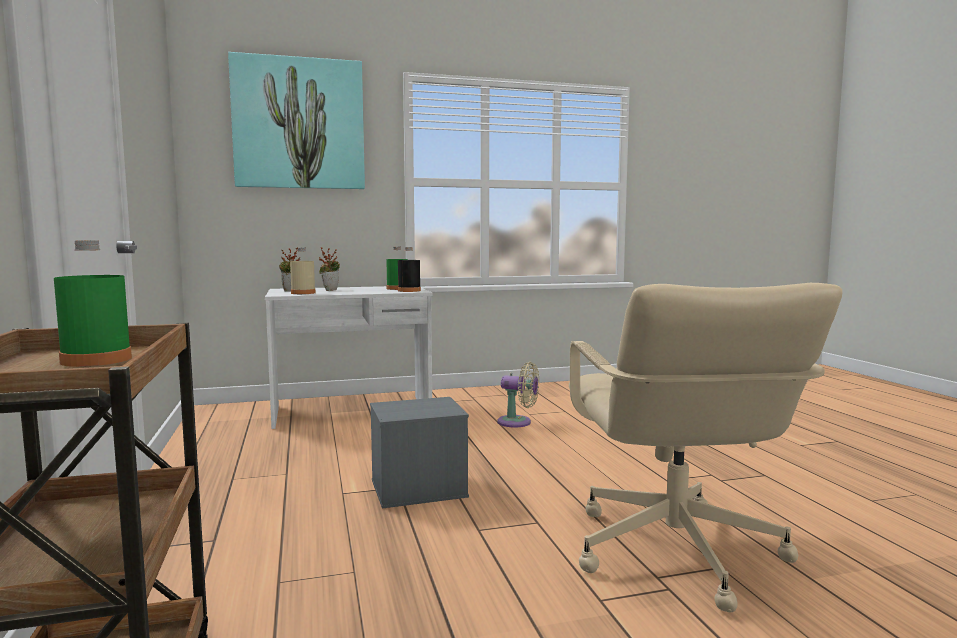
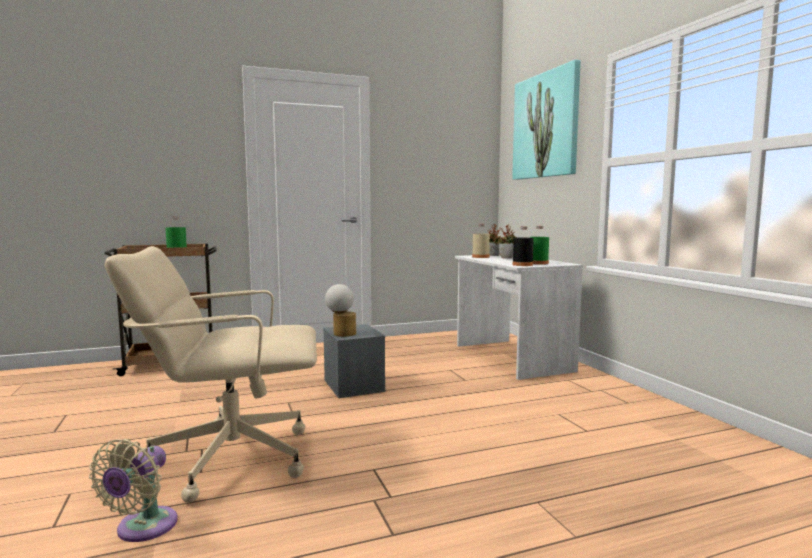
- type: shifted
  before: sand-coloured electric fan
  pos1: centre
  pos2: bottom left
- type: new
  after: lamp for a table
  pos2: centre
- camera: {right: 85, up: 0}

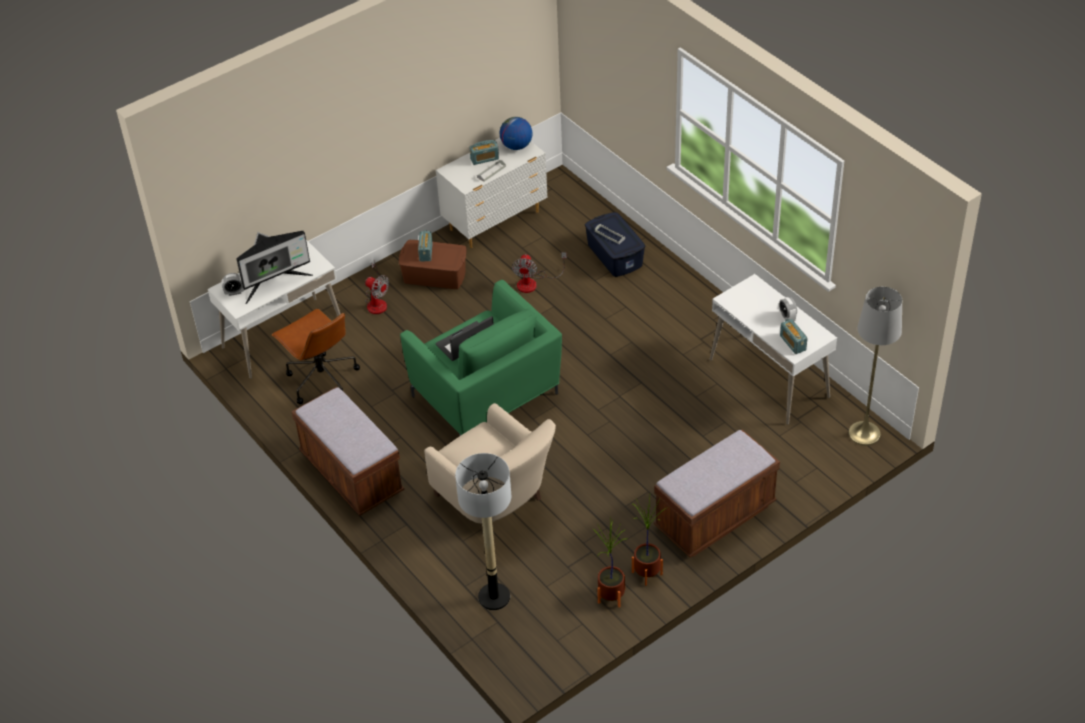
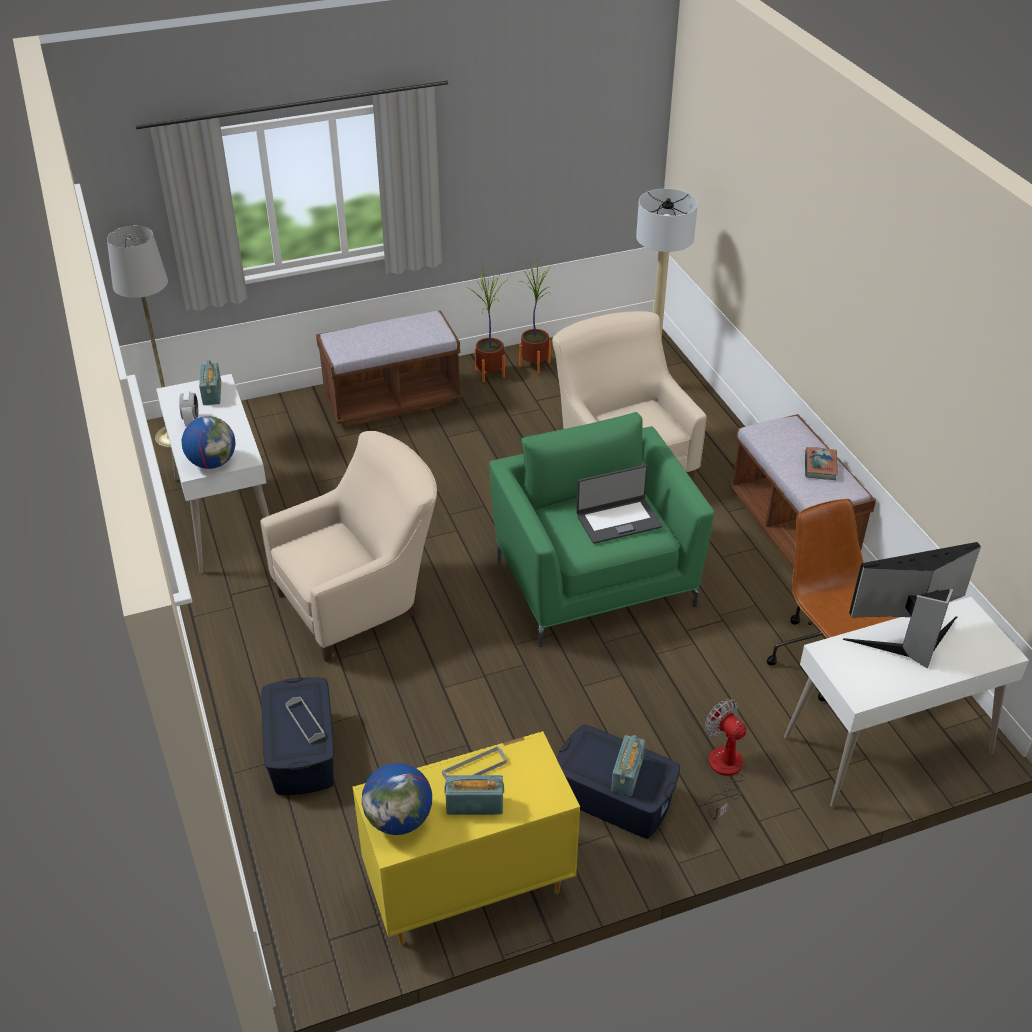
- type: new
  after: globe (no. 1 from left)
  pos2: middle left
- type: new
  after: sand-coloured easy chair (no. 1 from left)
  pos2: centre
- type: repainted
  before: white-coloured drawer chest
  after: yellow drawer chest
  pos1: top centre
  pos2: bottom centre
- type: repainted
  before: brownish storage container
  after: blue-coloured storage container (no. 2 from left)
  pos1: centre
  pos2: bottom centre
- type: new
  after: bound book
  pos2: middle right
- type: gone
  before: alarm clock (no. 1 from left)
  pos1: middle left
- type: gone
  before: electric fan (no. 2 from left)
  pos1: centre
- camera: {right: -165, up: -5}

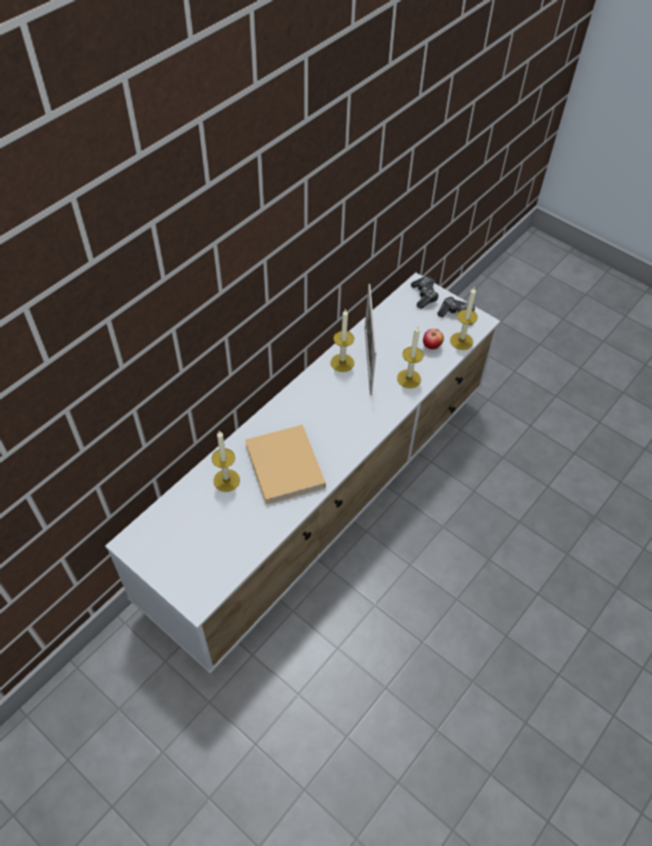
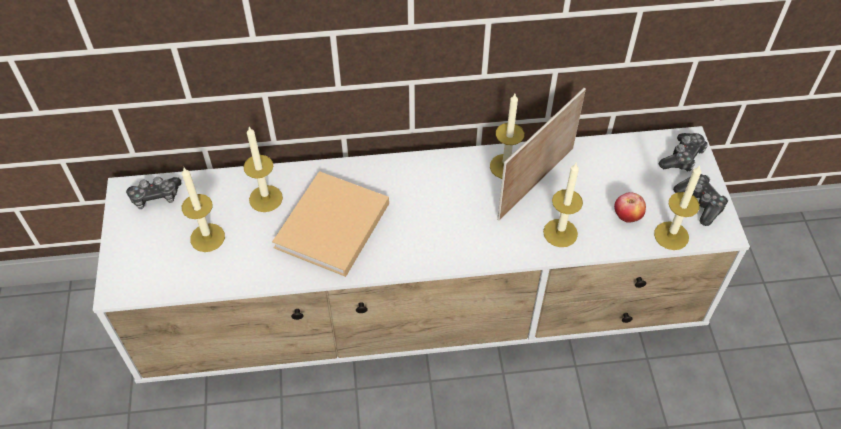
- type: new
  after: game controller (no. 1 from left)
  pos2: middle left
- type: new
  after: wax candle (no. 1 from left)
  pos2: middle left
- camera: {right: 45, up: 0}

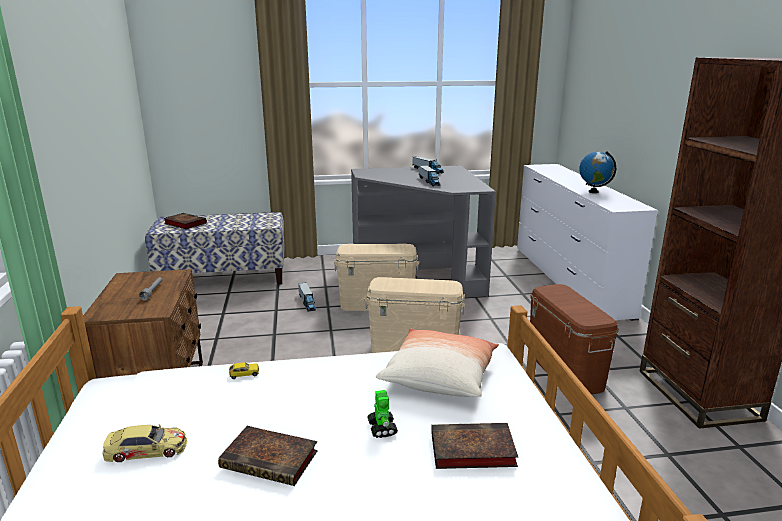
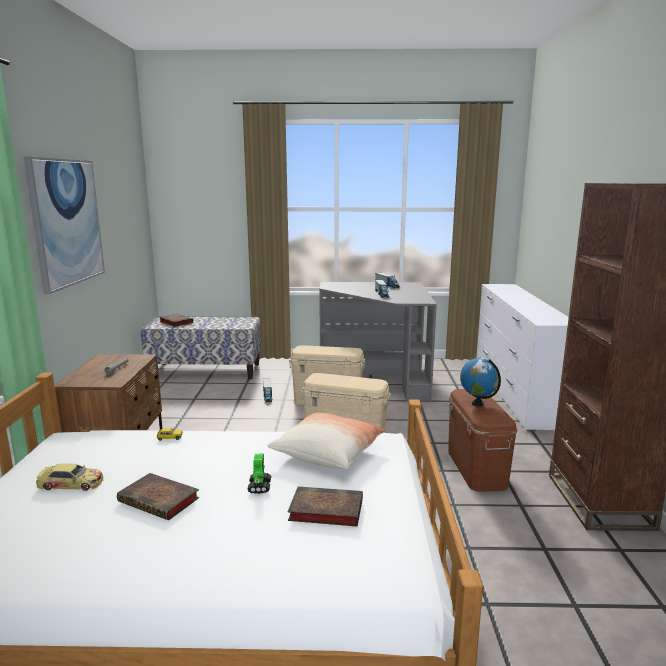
- type: new
  after: wall art
  pos2: middle left
- type: shifted
  before: globe
  pos1: top right
  pos2: middle right
- camera: {right: 10, up: -5}

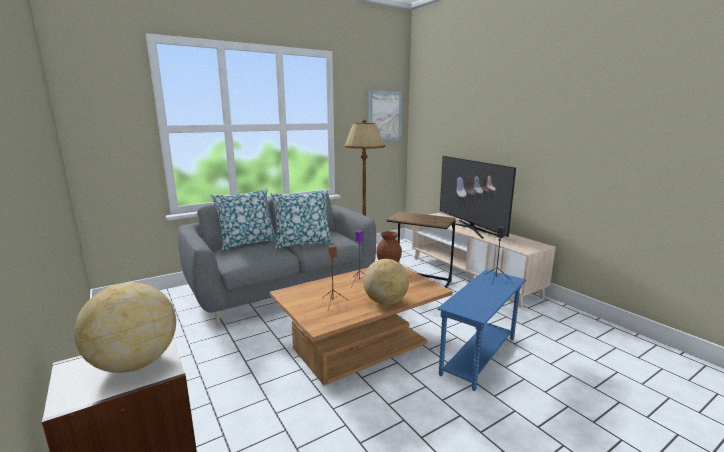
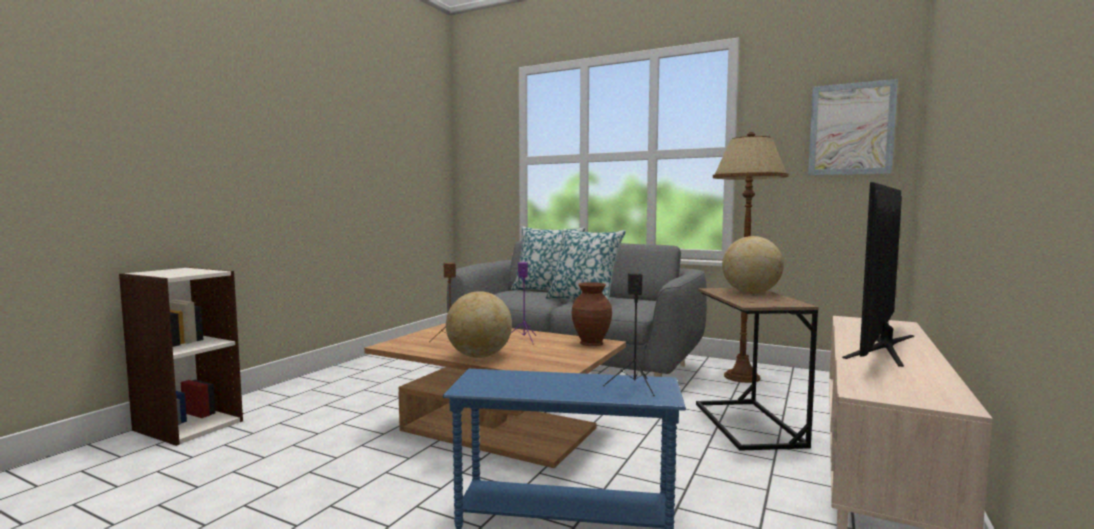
- type: shifted
  before: globe (no. 1 from left in the first image)
  after: globe (no. 2 from left)
  pos1: bottom left
  pos2: middle right
- camera: {right: 60, up: -10}

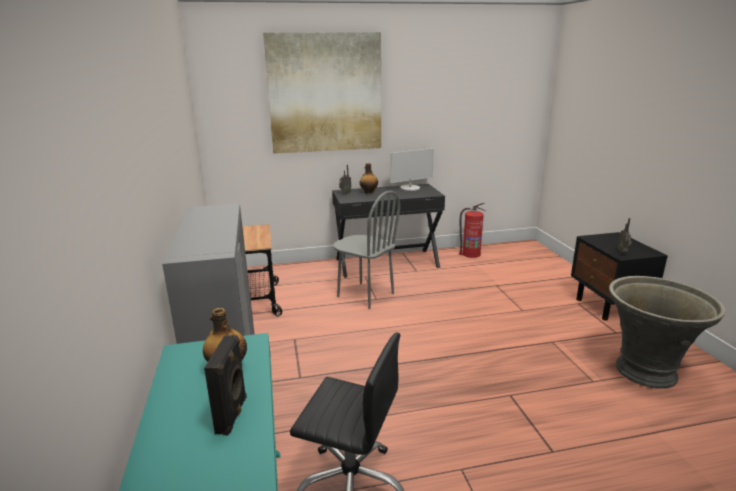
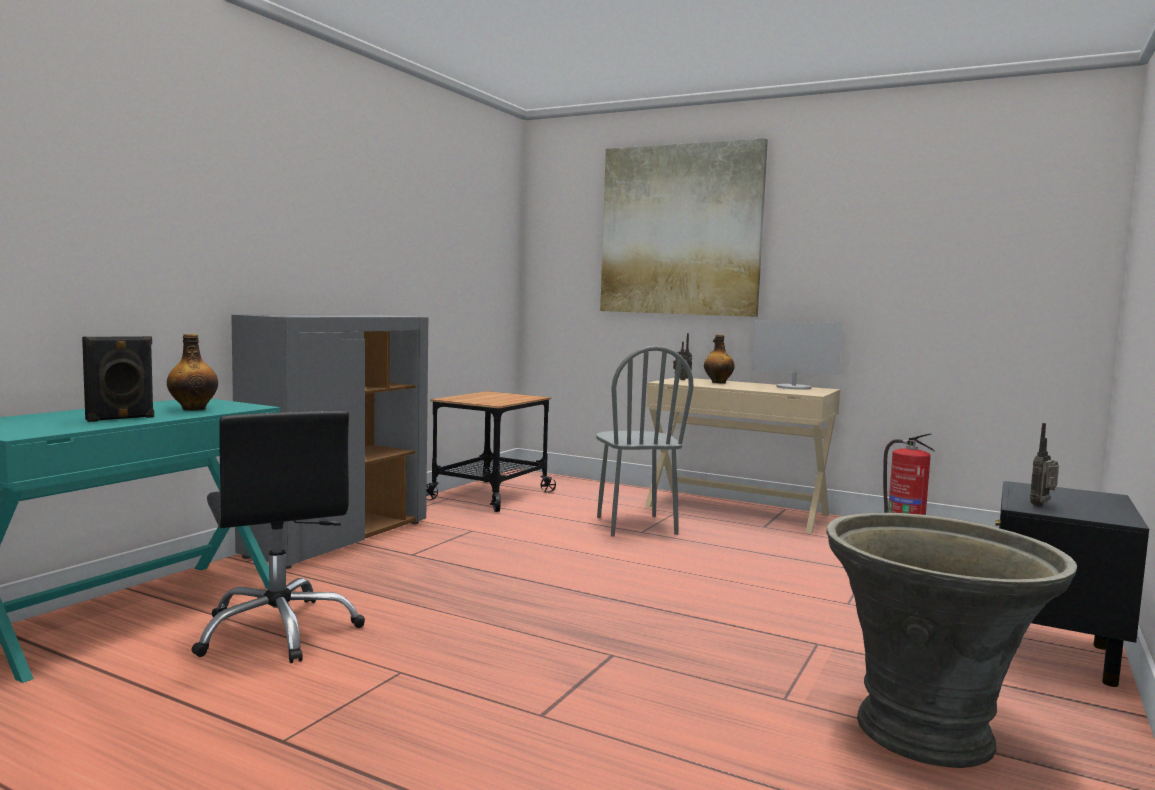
- type: repainted
  before: black desk
  after: sand-coloured desk
  pos1: centre
  pos2: centre
- camera: {right: 40, up: -15}

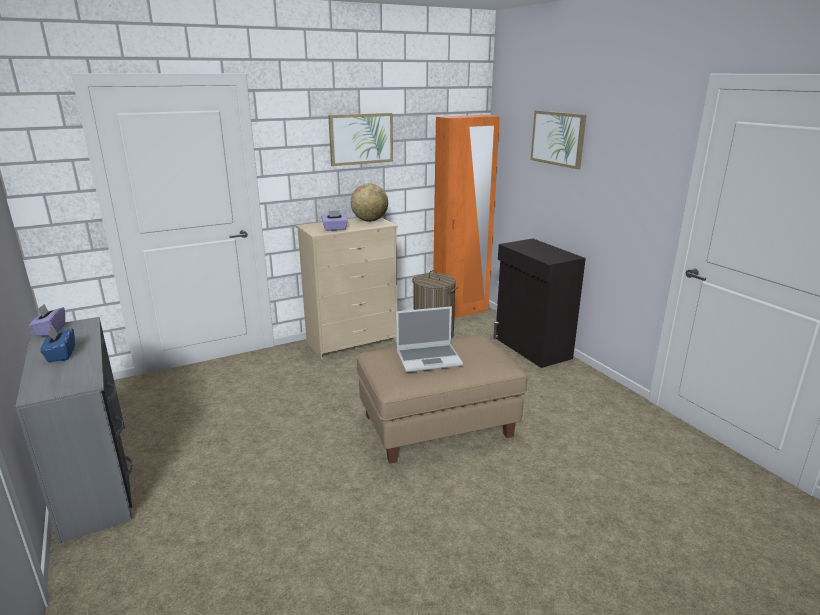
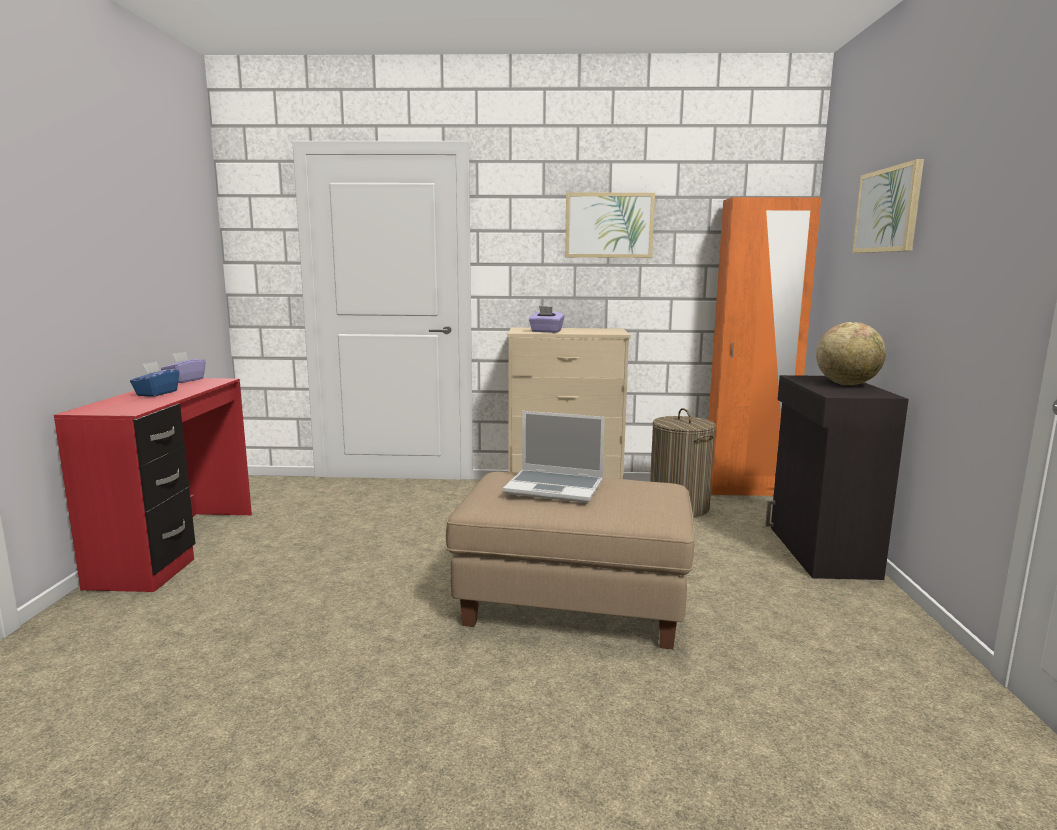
- type: repainted
  before: grey desk
  after: red-coloured desk
  pos1: bottom left
  pos2: middle left
- type: shifted
  before: globe
  pos1: top centre
  pos2: middle right
- camera: {right: 30, up: -10}

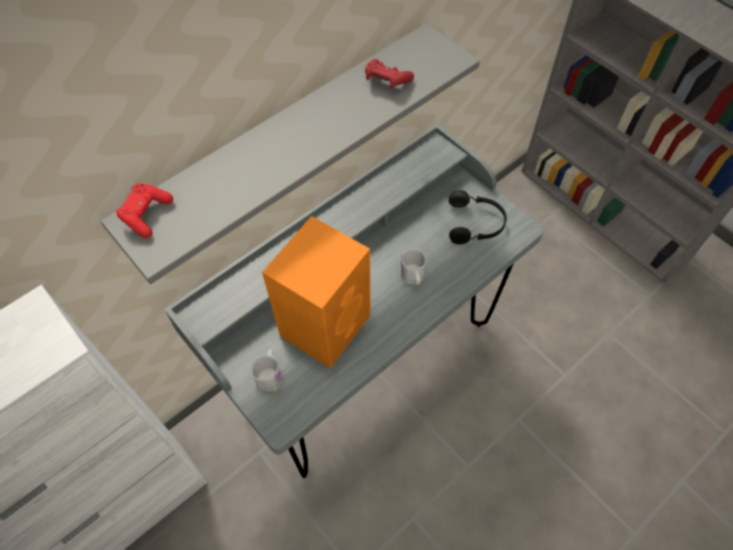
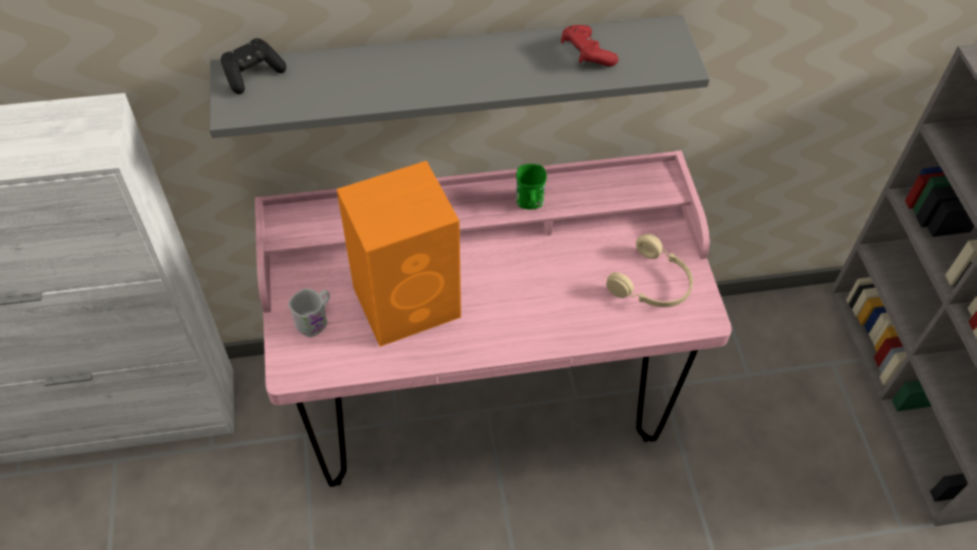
- type: repainted
  before: red-coloured game controller (no. 1 from left)
  after: black game controller
  pos1: middle left
  pos2: top left
- type: repainted
  before: grey desk
  after: pink-coloured desk
  pos1: centre
  pos2: centre
- type: new
  after: greenish coffee mug
  pos2: centre
- type: repainted
  before: black headphones
  after: sand-coloured headphones
  pos1: centre
  pos2: centre
- type: gone
  before: white-coloured coffee mug (no. 2 from left)
  pos1: centre
- camera: {right: 30, up: -5}

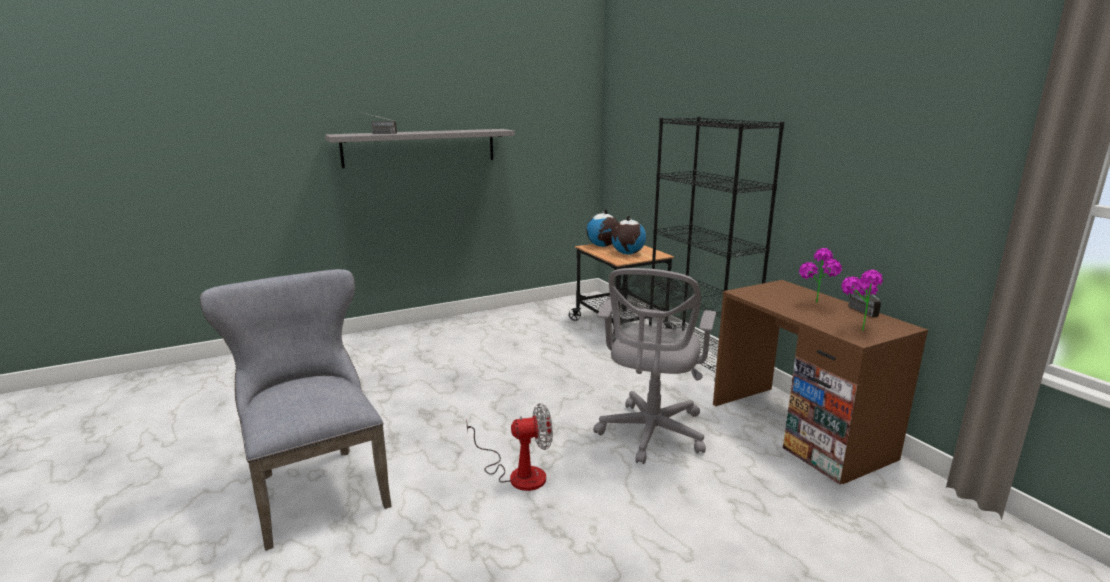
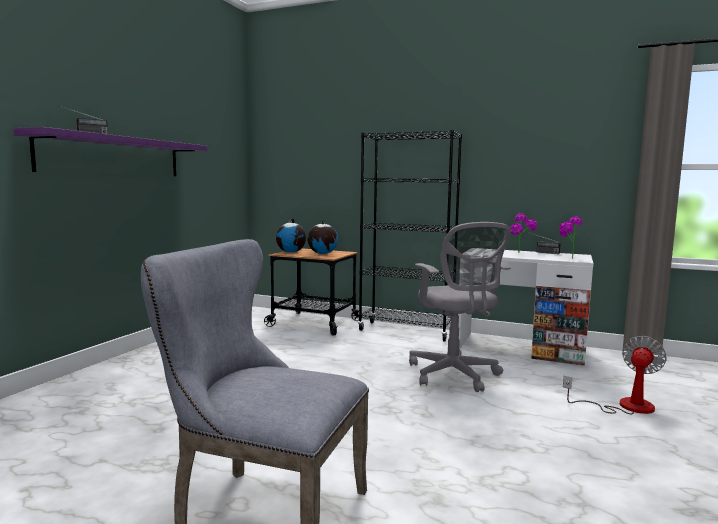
- type: repainted
  before: grey bracket shelf
  after: purple-coloured bracket shelf
  pos1: top centre
  pos2: top left
- type: repainted
  before: brownish desk
  after: white-coloured desk
  pos1: middle right
  pos2: middle right
- type: shifted
  before: electric fan
  pos1: bottom centre
  pos2: bottom right
- camera: {right: -40, up: -10}

